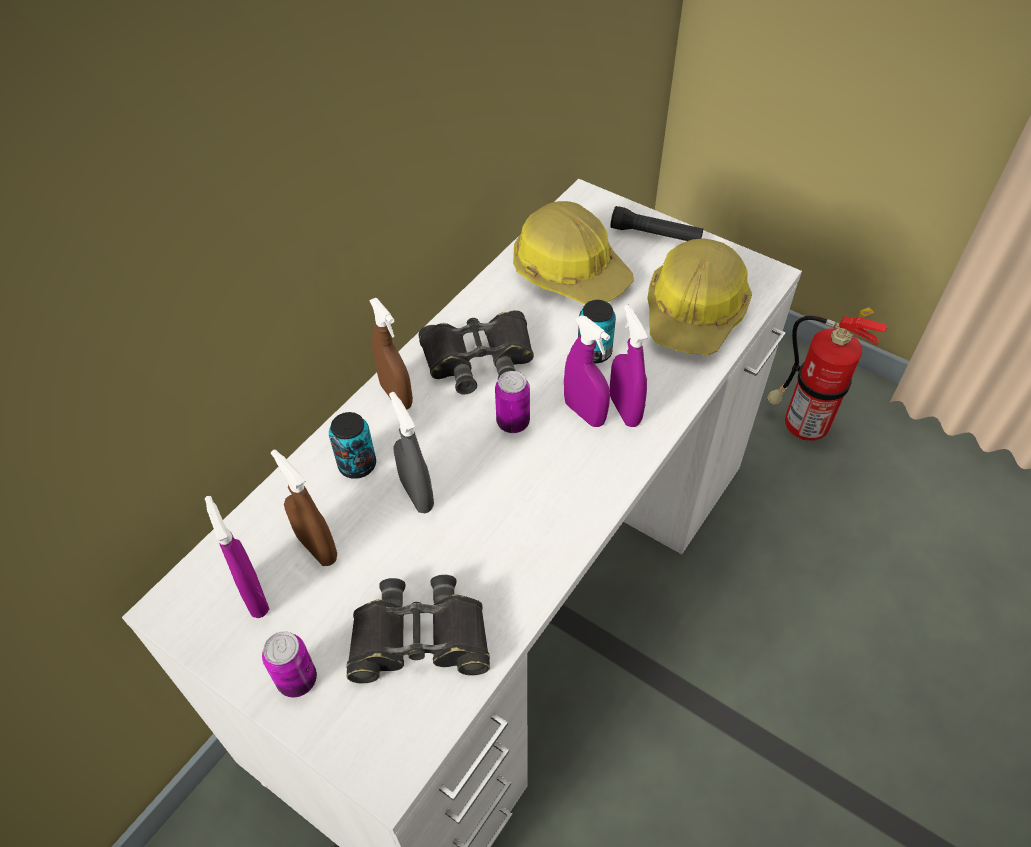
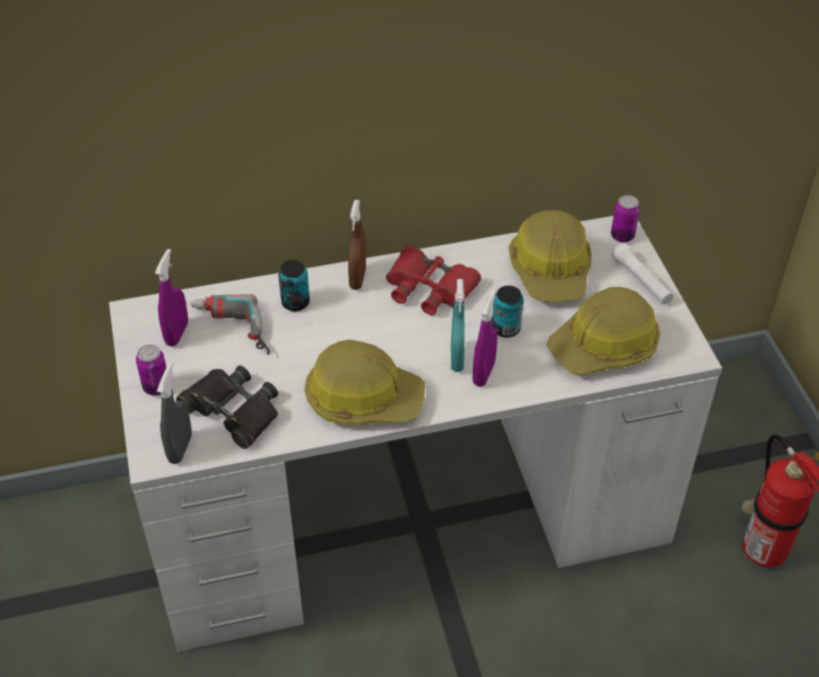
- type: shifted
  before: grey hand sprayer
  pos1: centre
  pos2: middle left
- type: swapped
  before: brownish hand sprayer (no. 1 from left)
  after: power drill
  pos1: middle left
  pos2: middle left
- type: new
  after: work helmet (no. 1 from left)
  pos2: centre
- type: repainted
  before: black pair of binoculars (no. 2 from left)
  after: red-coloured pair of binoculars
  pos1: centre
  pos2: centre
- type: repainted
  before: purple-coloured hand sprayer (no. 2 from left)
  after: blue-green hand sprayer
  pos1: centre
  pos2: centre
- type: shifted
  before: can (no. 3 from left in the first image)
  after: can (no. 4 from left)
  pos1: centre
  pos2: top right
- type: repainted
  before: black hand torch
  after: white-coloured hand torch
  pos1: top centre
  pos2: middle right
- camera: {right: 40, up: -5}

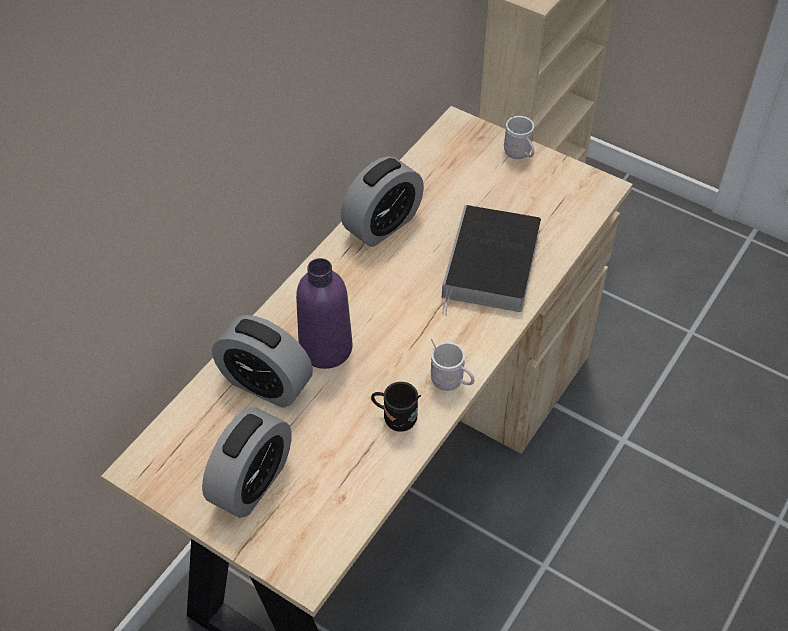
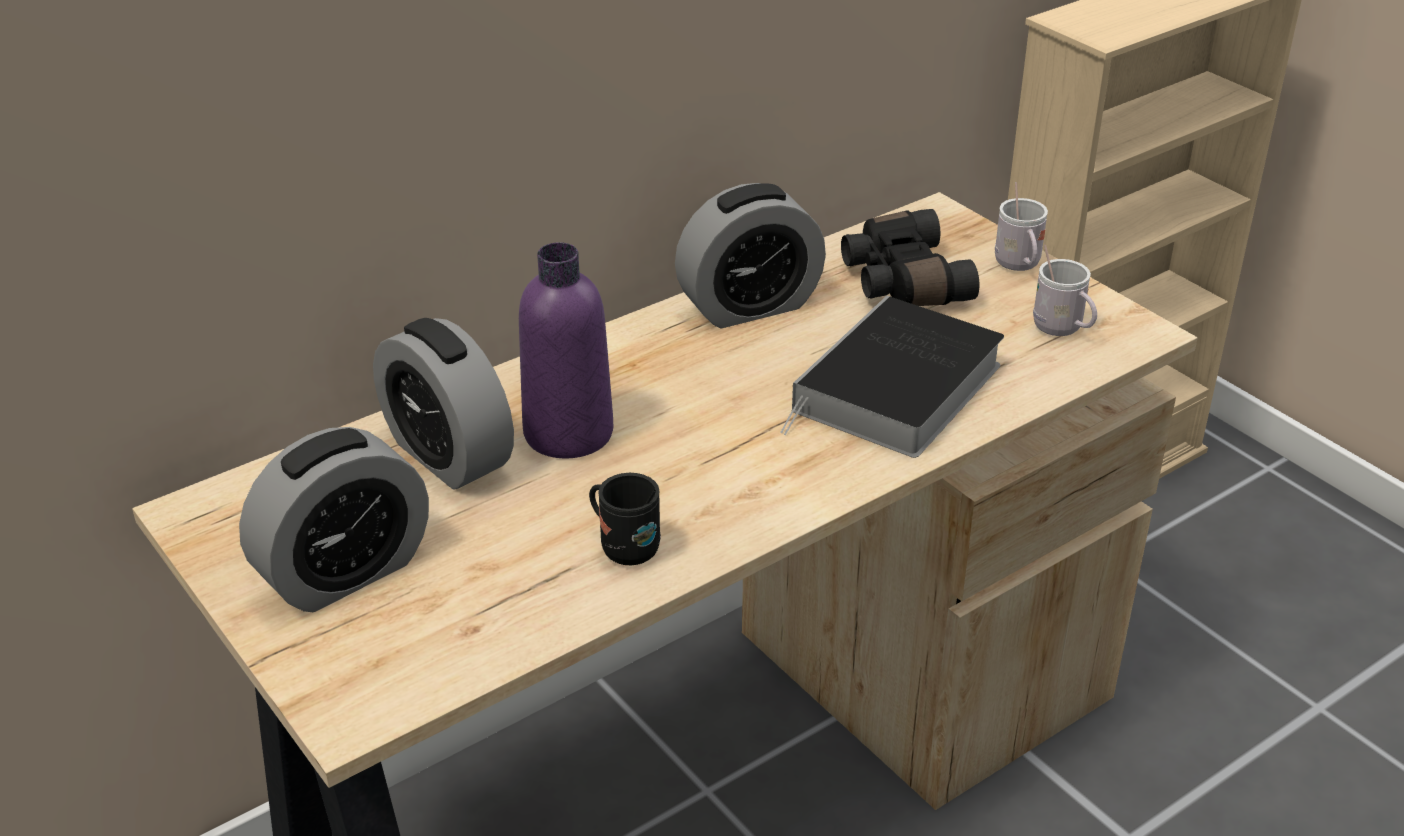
- type: new
  after: black pair of binoculars
  pos2: top centre
- type: shifted
  before: white-coloured coffee mug (no. 1 from left in the first image)
  after: white-coloured coffee mug (no. 2 from left)
  pos1: centre
  pos2: middle right
- camera: {right: 20, up: -15}

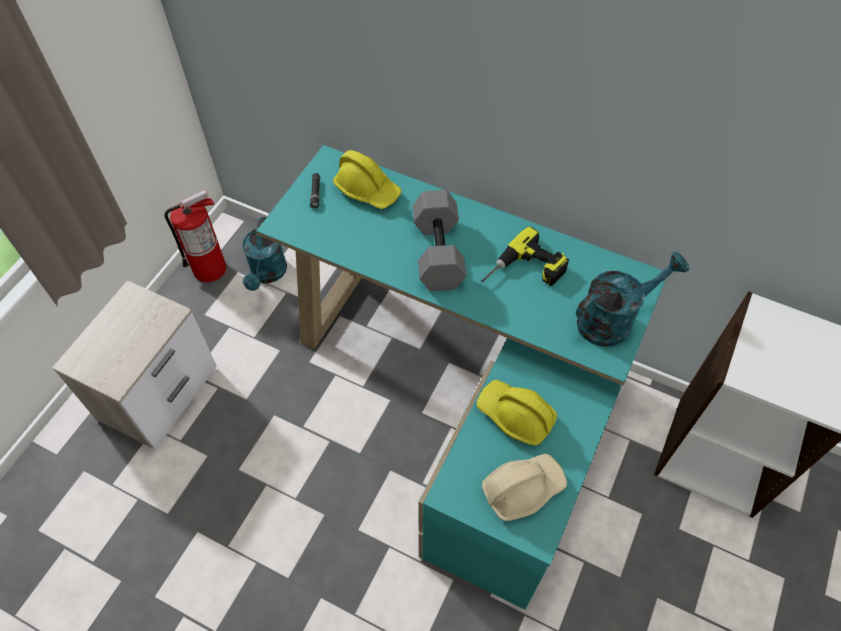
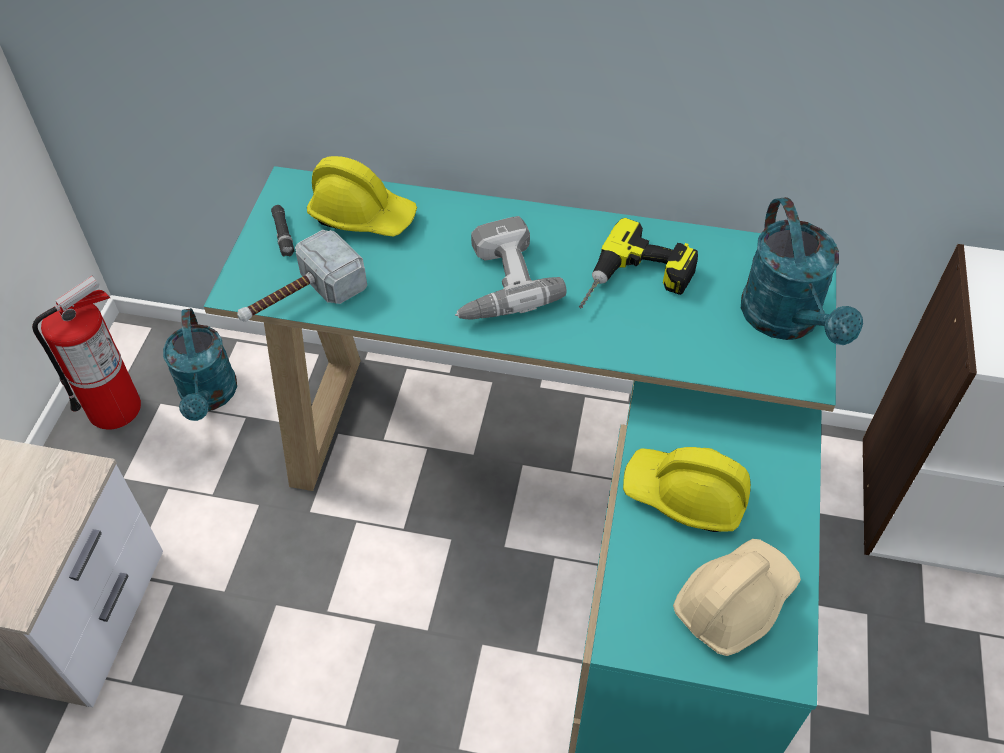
- type: new
  after: hammer
  pos2: middle left
- type: swapped
  before: grey hand weight
  after: power drill (no. 1 from left)
  pos1: centre
  pos2: centre
- type: rotated
  before: blue-green watering can (no. 2 from left)
  pos1: middle right
  pos2: middle right
  turn: 120
- camera: {right: -15, up: -5}

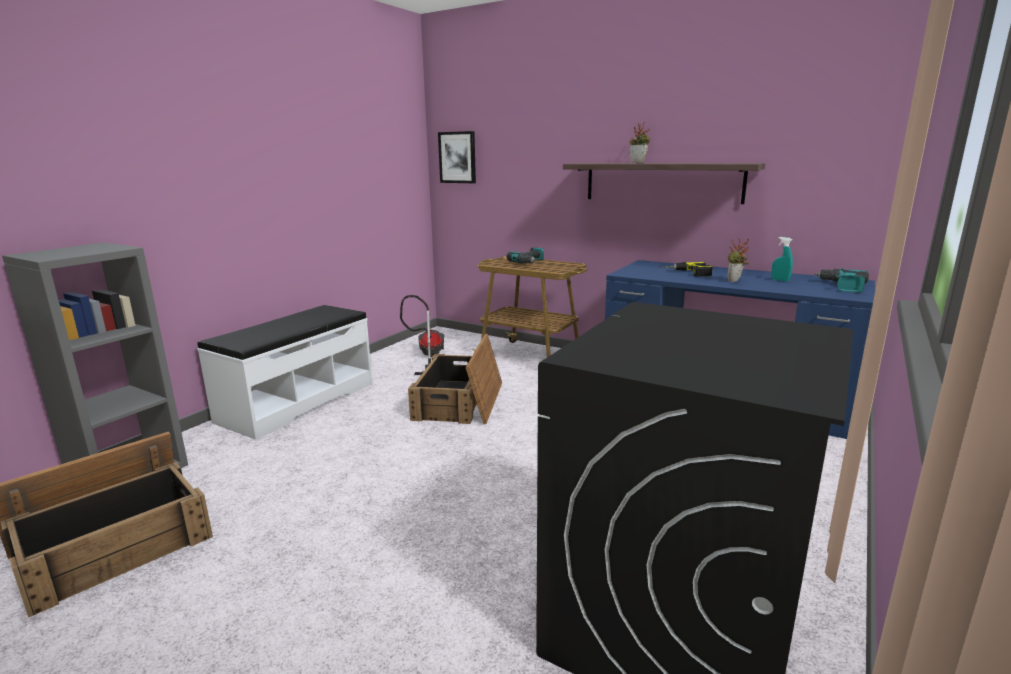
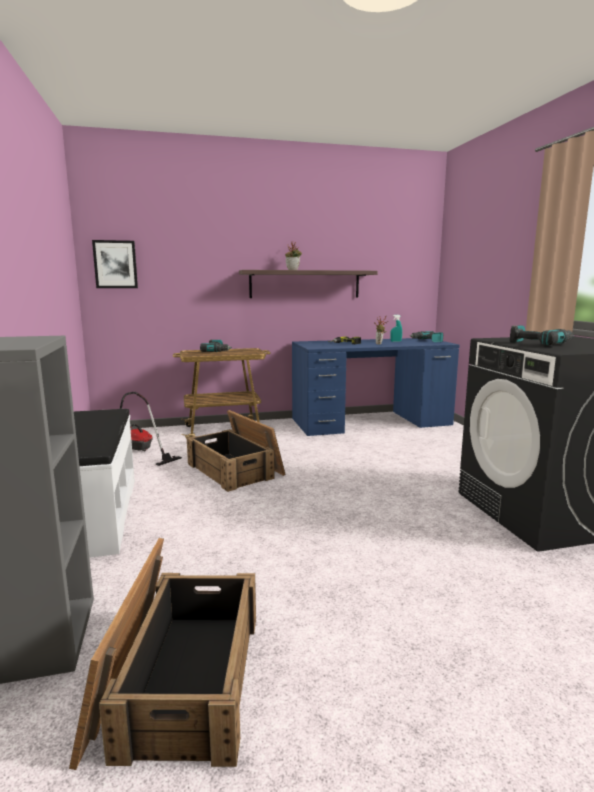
- type: new
  after: power drill (no. 4 from left)
  pos2: middle right
- camera: {right: -45, up: -5}

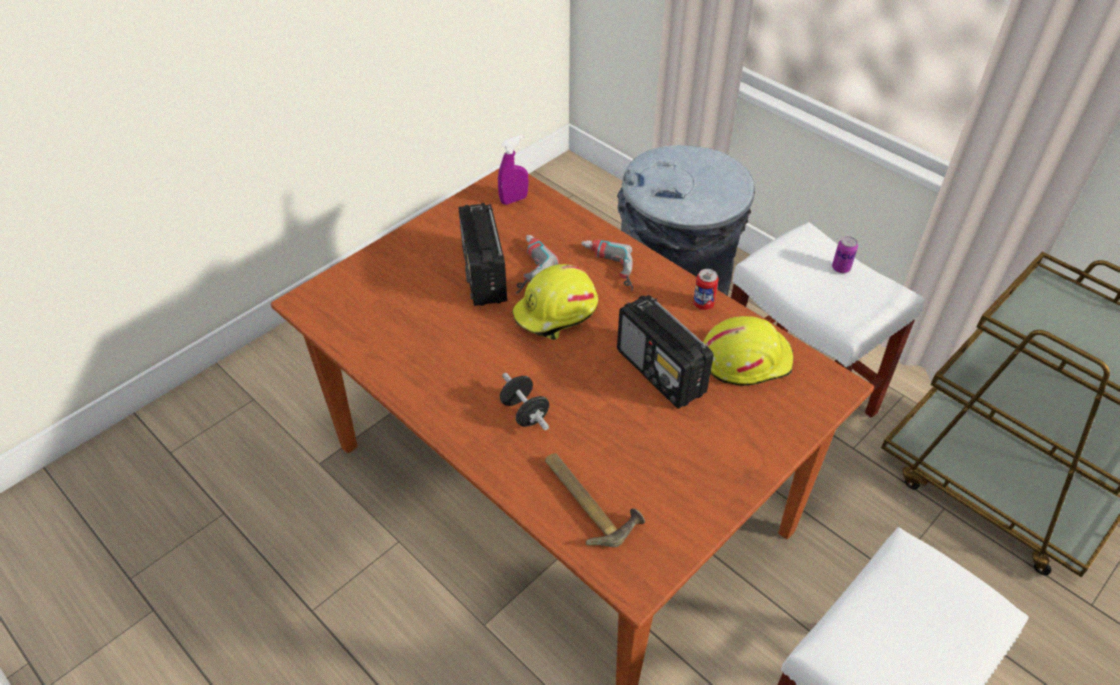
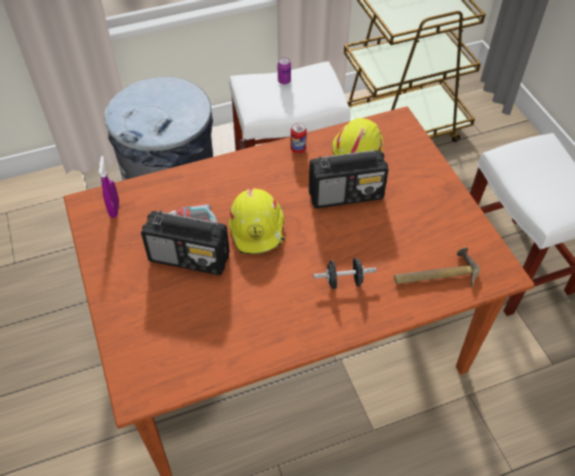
- type: gone
  before: power drill (no. 2 from left)
  pos1: centre
- camera: {right: -65, up: 5}

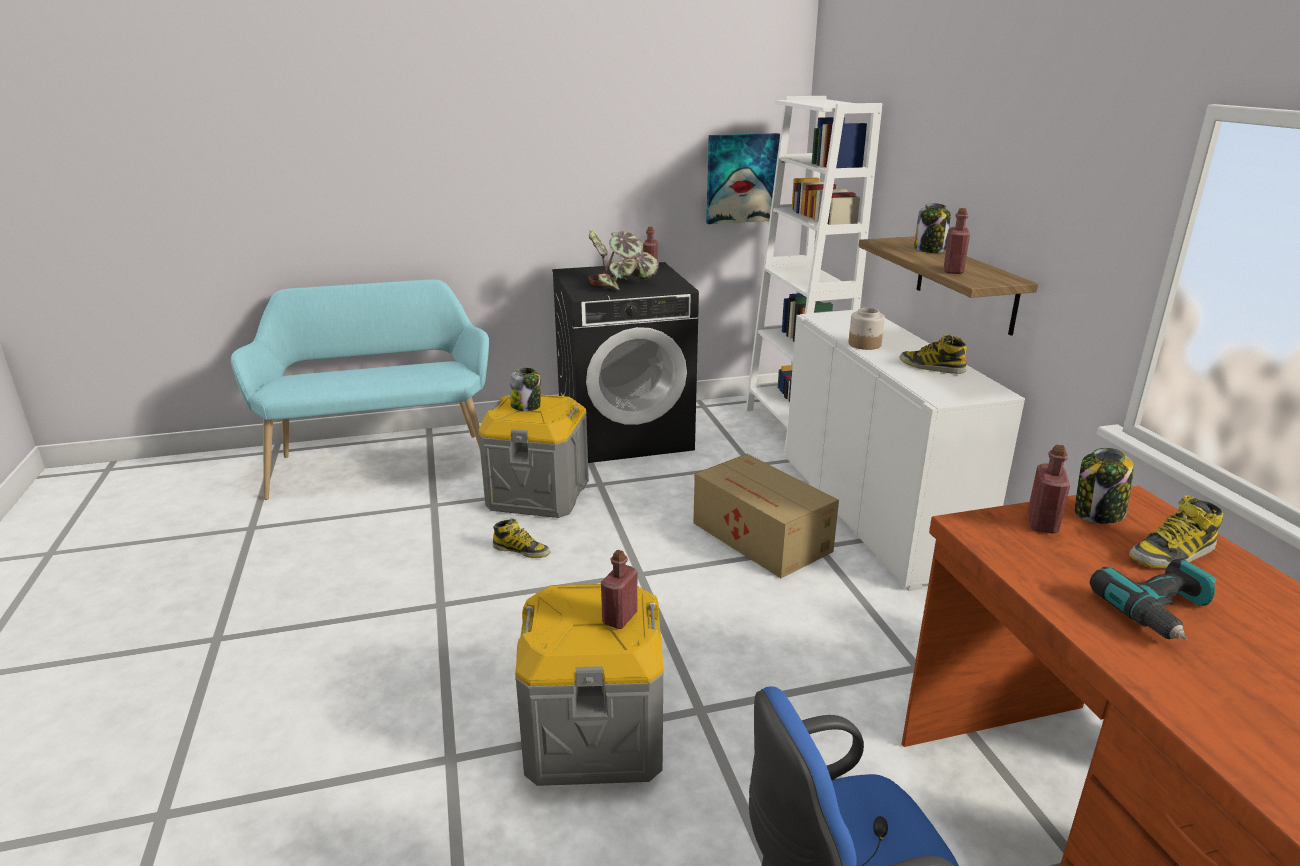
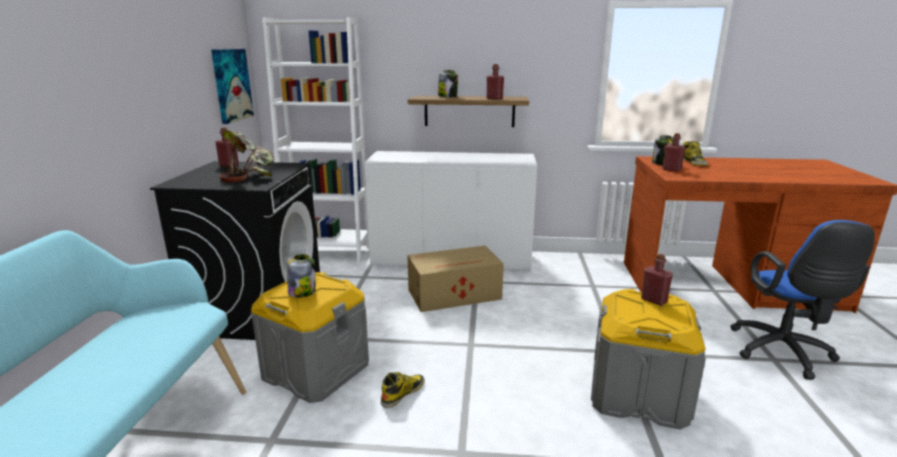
- type: gone
  before: storage jar (no. 2 from left)
  pos1: centre
- type: gone
  before: boot (no. 2 from left)
  pos1: middle right
- type: gone
  before: power drill
  pos1: bottom right
- camera: {right: -70, up: -5}

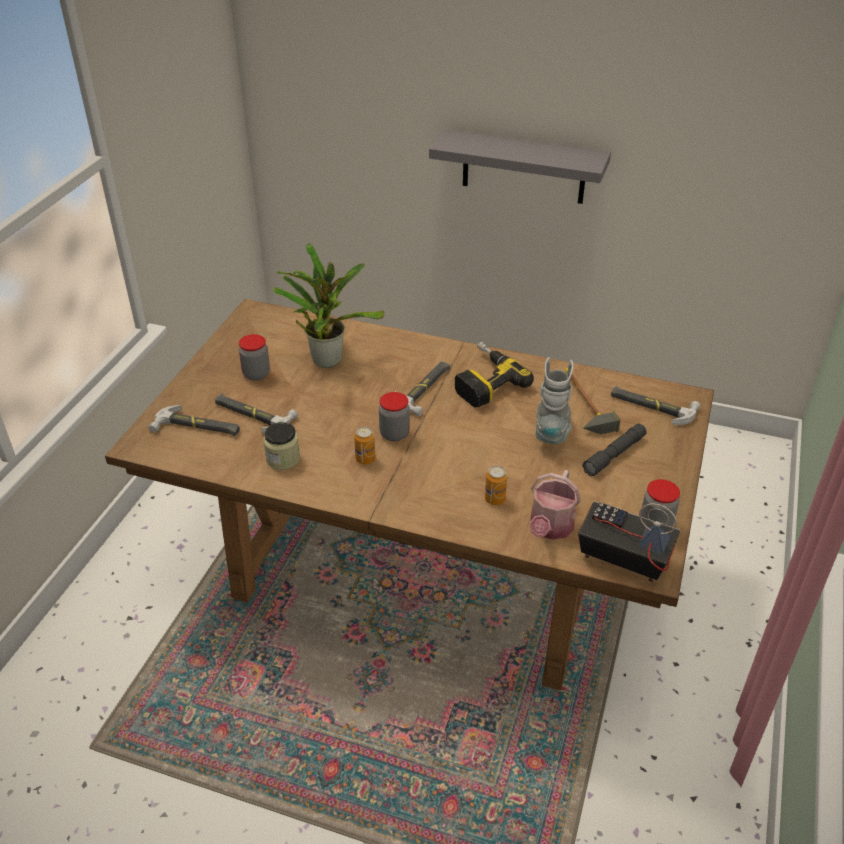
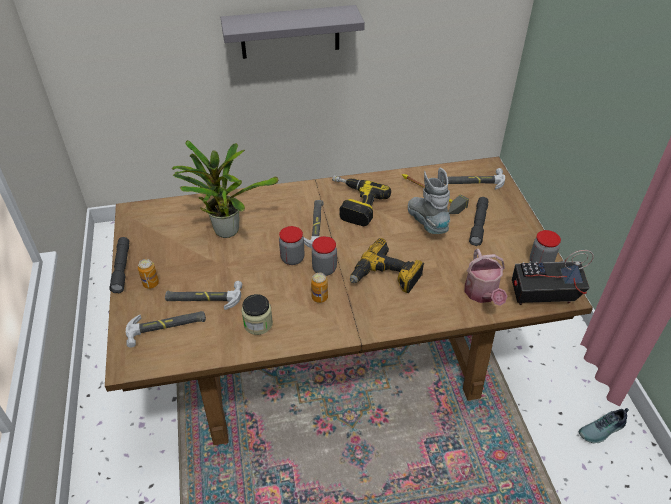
- type: new
  after: grey hand torch (no. 1 from left)
  pos2: middle left
- type: shifted
  before: can (no. 2 from left in the first image)
  after: can (no. 1 from left)
  pos1: centre
  pos2: middle left
- type: shifted
  before: storage jar (no. 1 from left in the first image)
  after: storage jar (no. 2 from left)
  pos1: middle left
  pos2: centre
- type: new
  after: power drill (no. 2 from left)
  pos2: centre
- type: new
  after: low shoe
  pos2: bottom right
- camera: {right: -30, up: 5}

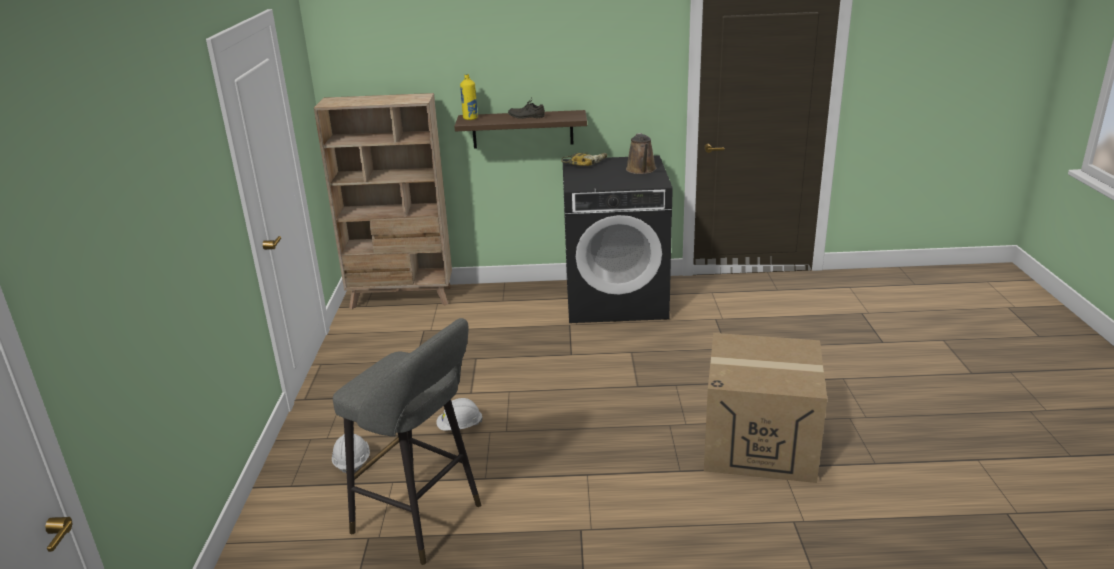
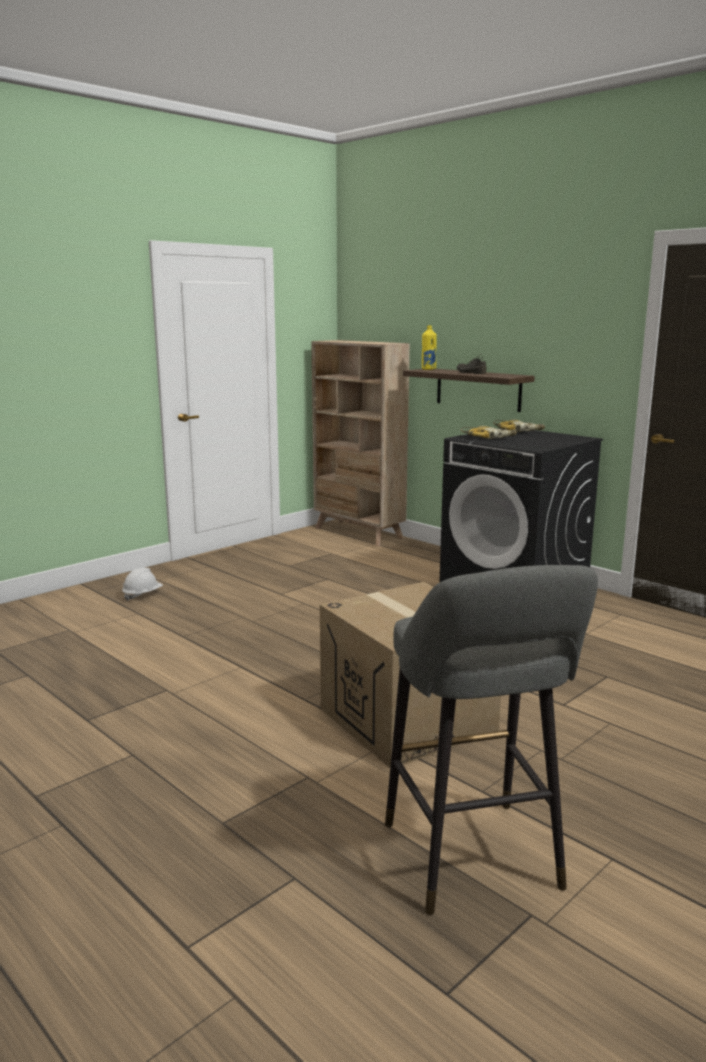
- type: shifted
  before: grey sitting stool
  pos1: bottom centre
  pos2: bottom right
- type: new
  after: power drill (no. 1 from left)
  pos2: middle right
- type: gone
  before: white-coloured work helmet (no. 2 from left)
  pos1: bottom centre
- type: gone
  before: brownish watering can
  pos1: top centre
- camera: {right: 45, up: -10}

